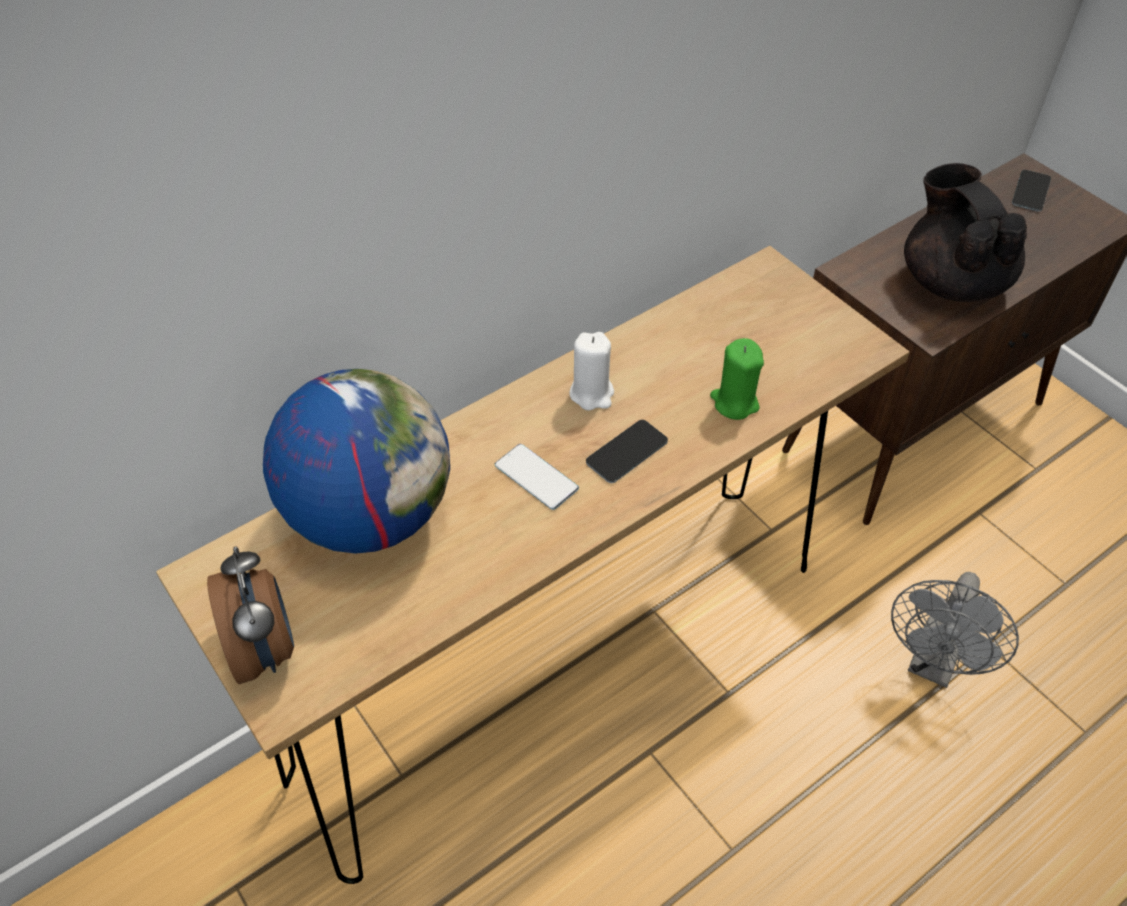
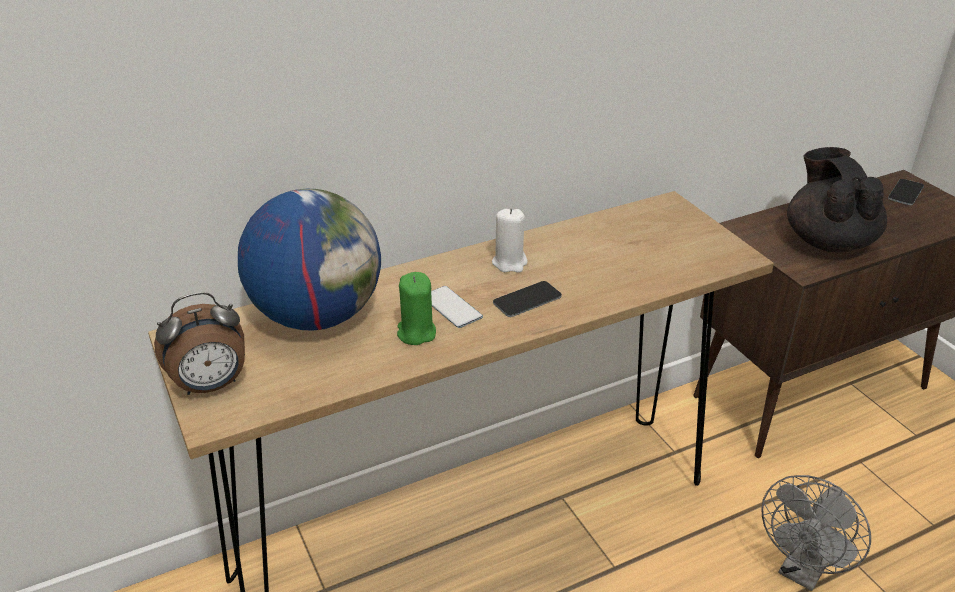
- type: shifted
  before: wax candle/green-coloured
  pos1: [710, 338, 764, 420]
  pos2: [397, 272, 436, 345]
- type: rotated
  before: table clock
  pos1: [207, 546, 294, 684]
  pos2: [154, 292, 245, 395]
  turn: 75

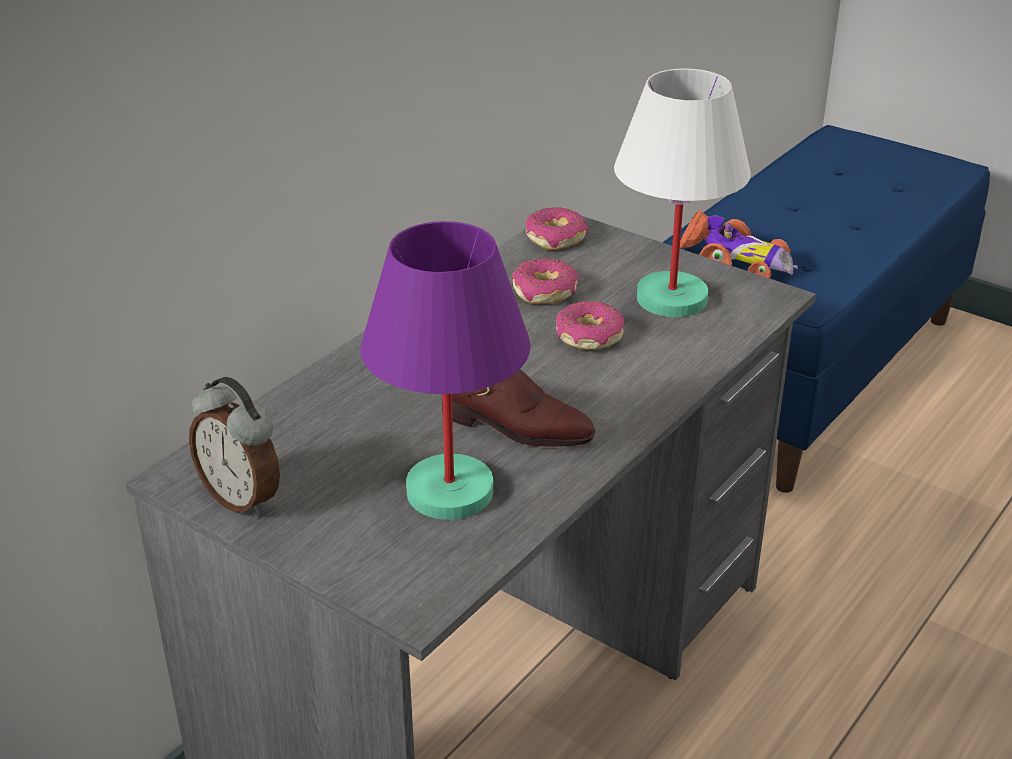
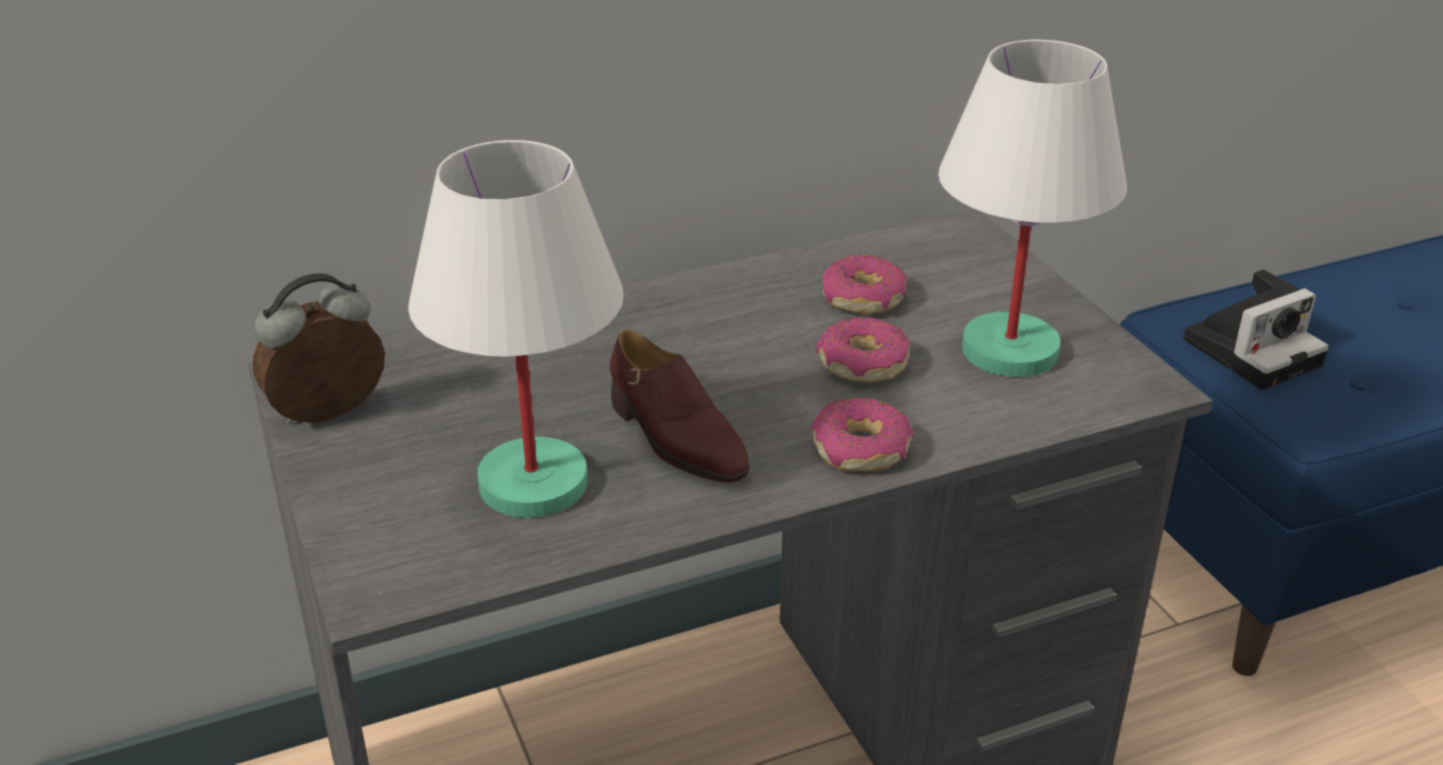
- type: shifted
  before: doughnut
  pos1: [526, 207, 588, 250]
  pos2: [811, 398, 914, 471]
- type: swapped
  before: toy car
  after: still camera
  pos1: [680, 209, 798, 278]
  pos2: [1183, 269, 1329, 390]
- type: repainted
  before: tabletop lamp/purple
  after: tabletop lamp/white-coloured
  pos1: [360, 221, 531, 520]
  pos2: [408, 140, 624, 518]
- type: rotated
  before: table clock
  pos1: [189, 377, 280, 517]
  pos2: [253, 273, 385, 424]
  turn: 75

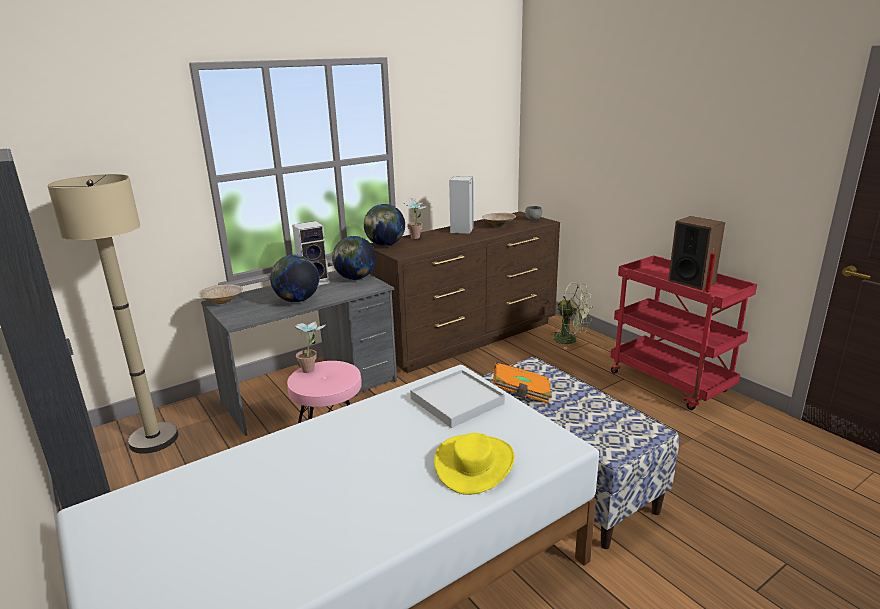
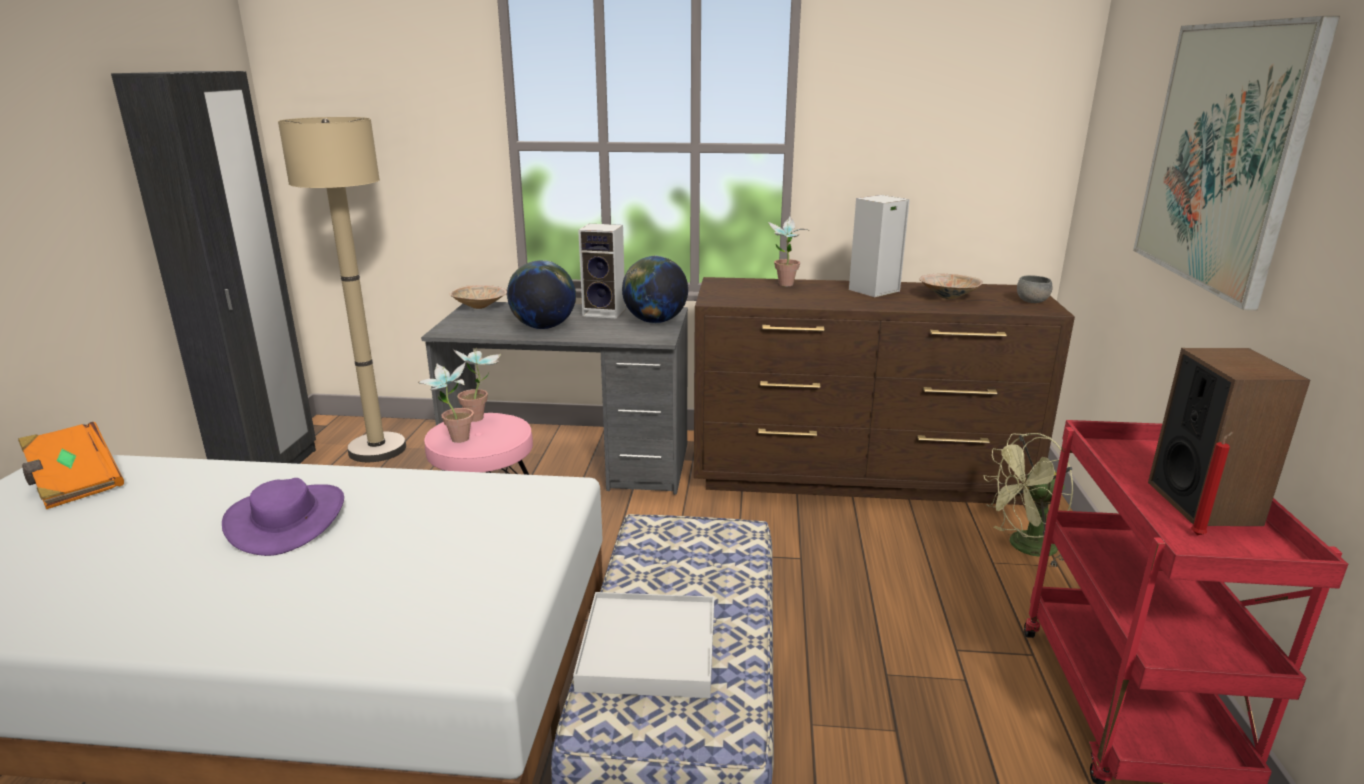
- type: gone
  before: world globe
  pos1: [364, 204, 405, 246]
- type: rotated
  before: fan/green-coloured
  pos1: [550, 282, 593, 349]
  pos2: [983, 433, 1073, 568]
  turn: 90
- type: shifted
  before: bound book/orange
  pos1: [493, 362, 552, 404]
  pos2: [18, 422, 124, 509]
- type: shifted
  before: carrying tray/white-coloured
  pos1: [410, 370, 505, 428]
  pos2: [573, 592, 714, 698]
- type: gone
  before: clothing hat/yellowish
  pos1: [434, 433, 515, 495]
- type: new
  after: picture
  pos2: [1133, 16, 1340, 310]
- type: new
  after: potted plant
  pos2: [418, 362, 474, 443]
- type: new
  after: clothing hat/purple
  pos2: [222, 478, 344, 556]

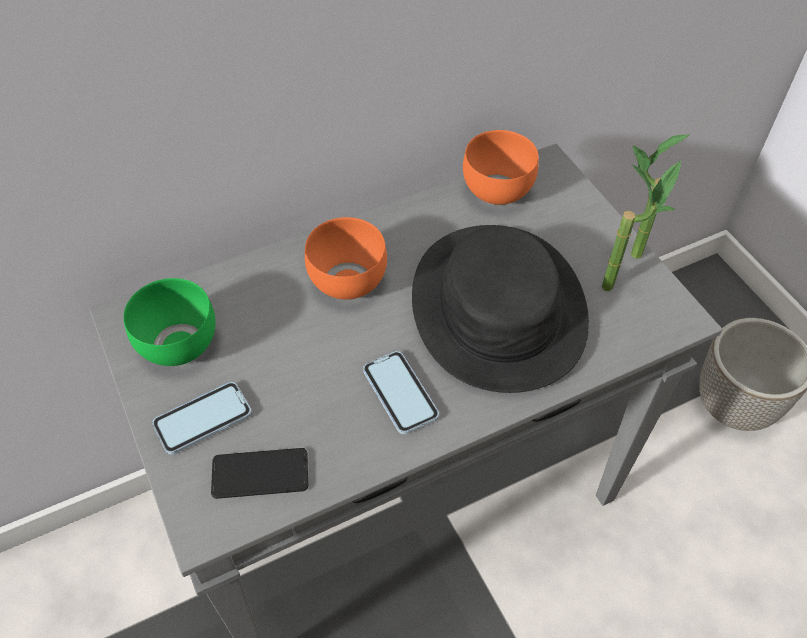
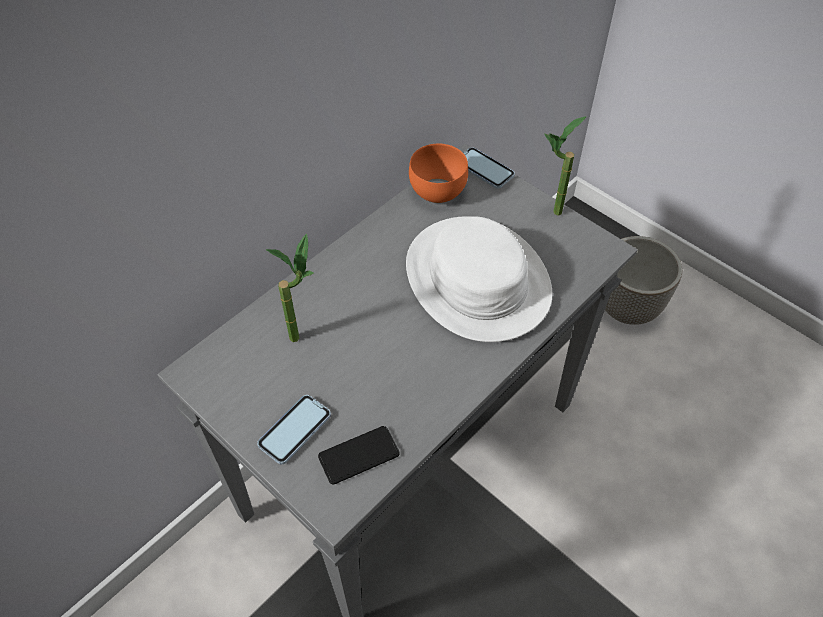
- type: shifted
  before: potted plant
  pos1: [601, 160, 681, 291]
  pos2: [266, 233, 314, 342]
- type: gone
  before: serving bowl/orange
  pos1: [305, 217, 387, 299]
- type: repainted
  before: clothing hat/black-coloured
  after: clothing hat/white-coloured
  pos1: [412, 225, 589, 393]
  pos2: [406, 216, 553, 342]
- type: gone
  before: serving bowl/green-coloured
  pos1: [123, 278, 216, 366]
- type: shifted
  before: handset
  pos1: [363, 351, 439, 434]
  pos2: [464, 147, 515, 189]

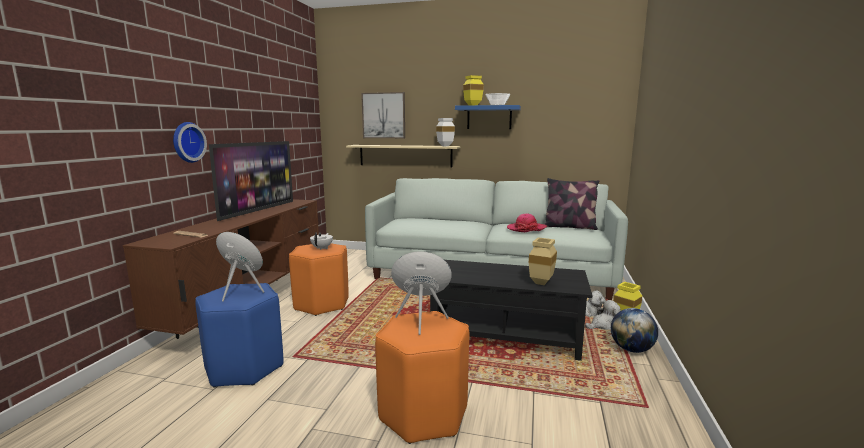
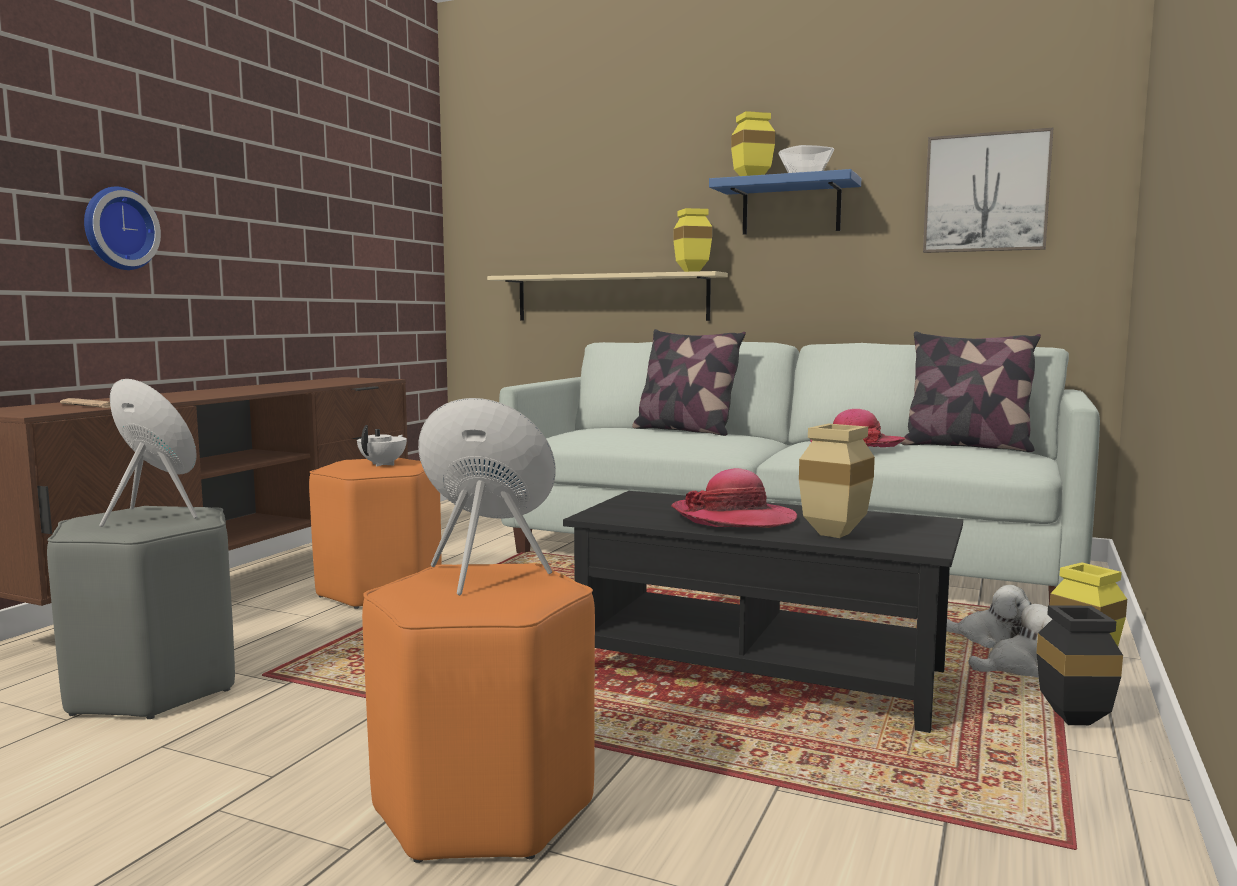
- type: shifted
  before: picture
  pos1: [361, 92, 405, 138]
  pos2: [923, 128, 1053, 253]
- type: repainted
  before: decorative vase/white-coloured
  after: decorative vase/yellowish
  pos1: [436, 118, 455, 146]
  pos2: [673, 208, 712, 272]
- type: gone
  before: television
  pos1: [209, 141, 293, 221]
- type: repainted
  before: sitting stool/bluish
  after: sitting stool/grey
  pos1: [195, 283, 283, 387]
  pos2: [47, 506, 235, 719]
- type: swapped
  before: world globe
  after: decorative vase/black-coloured
  pos1: [611, 308, 658, 353]
  pos2: [1037, 605, 1123, 725]
- type: new
  after: throw pillow
  pos2: [632, 329, 746, 436]
- type: new
  after: clothing hat
  pos2: [671, 468, 797, 528]

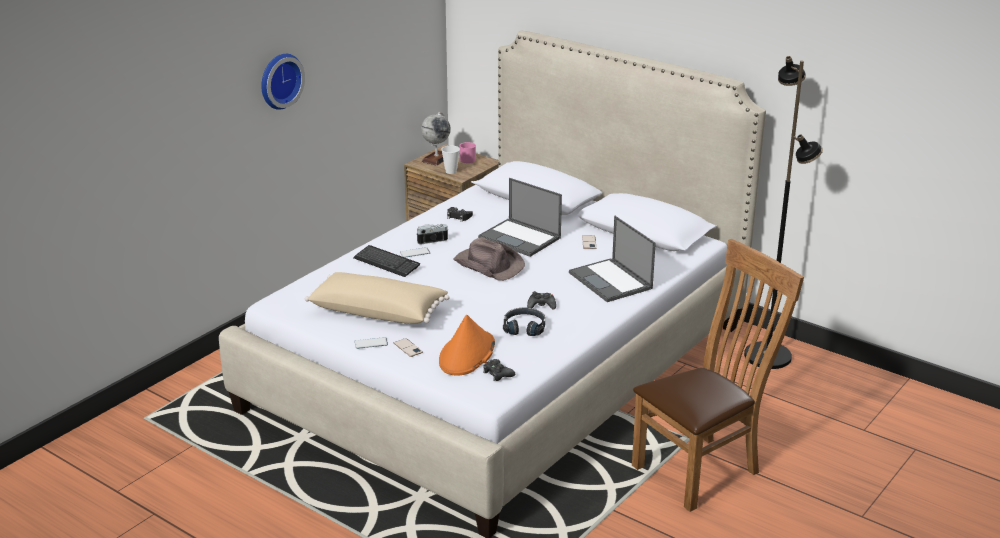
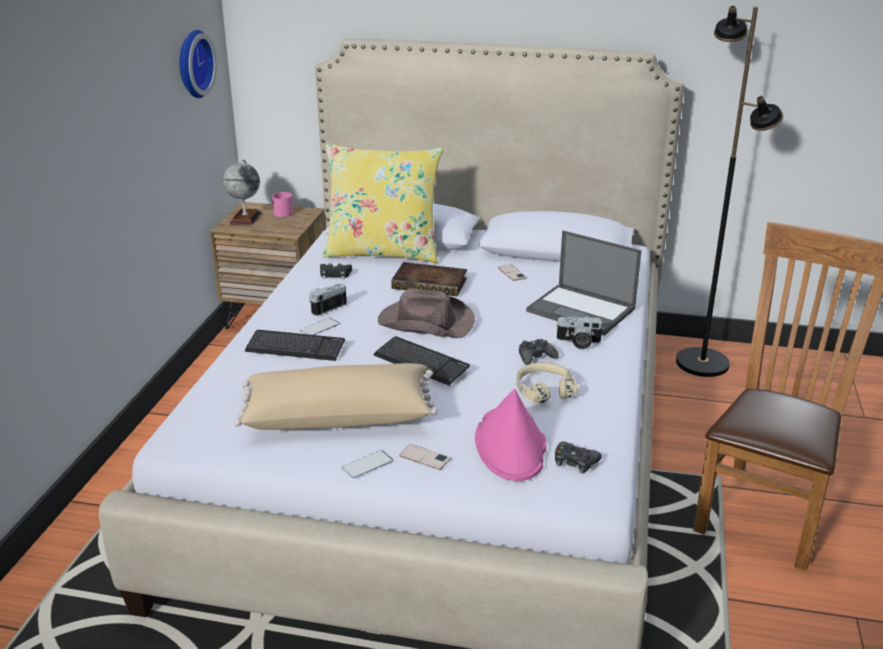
- type: shifted
  before: hanging clock
  pos1: [261, 54, 305, 110]
  pos2: [179, 30, 217, 98]
- type: gone
  before: cup
  pos1: [441, 145, 460, 174]
- type: swapped
  before: laptop
  after: bound book
  pos1: [478, 178, 562, 257]
  pos2: [391, 262, 467, 297]
- type: repainted
  before: headset/black-coloured
  after: headset/beige-coloured
  pos1: [503, 308, 545, 336]
  pos2: [516, 363, 579, 403]
- type: repainted
  before: clothing hat/orange
  after: clothing hat/pink-coloured
  pos1: [439, 315, 495, 376]
  pos2: [475, 389, 547, 481]
- type: new
  after: throw pillow/yellowish
  pos2: [322, 143, 443, 263]
- type: new
  after: still camera
  pos2: [556, 316, 604, 349]
- type: new
  after: PC keyboard
  pos2: [373, 336, 470, 385]

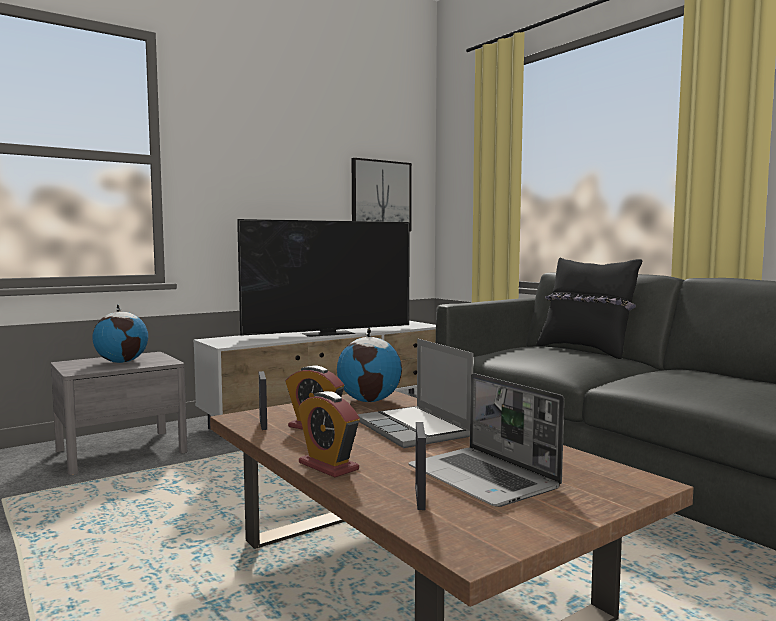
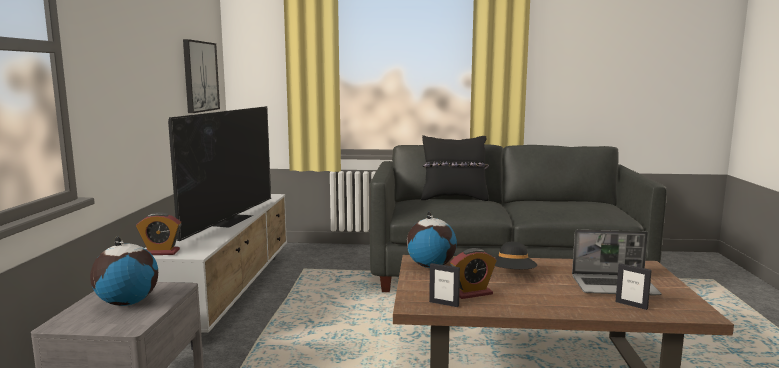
- type: swapped
  before: laptop
  after: clothing hat/black-coloured
  pos1: [358, 339, 473, 448]
  pos2: [495, 242, 537, 269]
- type: shifted
  before: table clock
  pos1: [298, 391, 360, 477]
  pos2: [136, 212, 182, 255]

